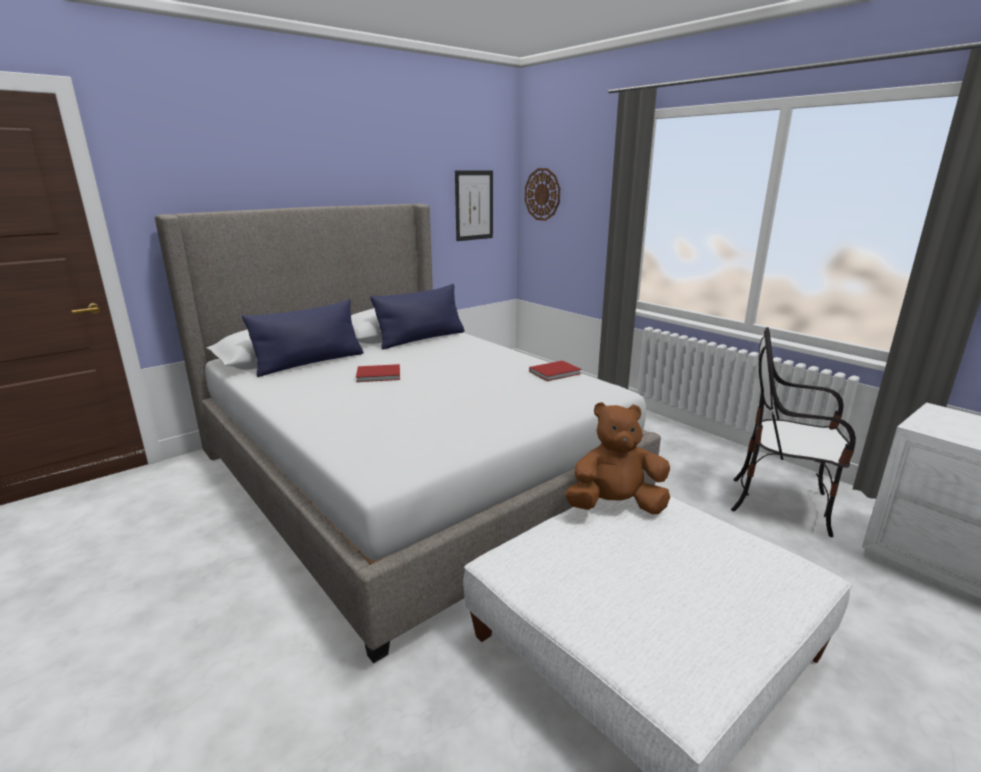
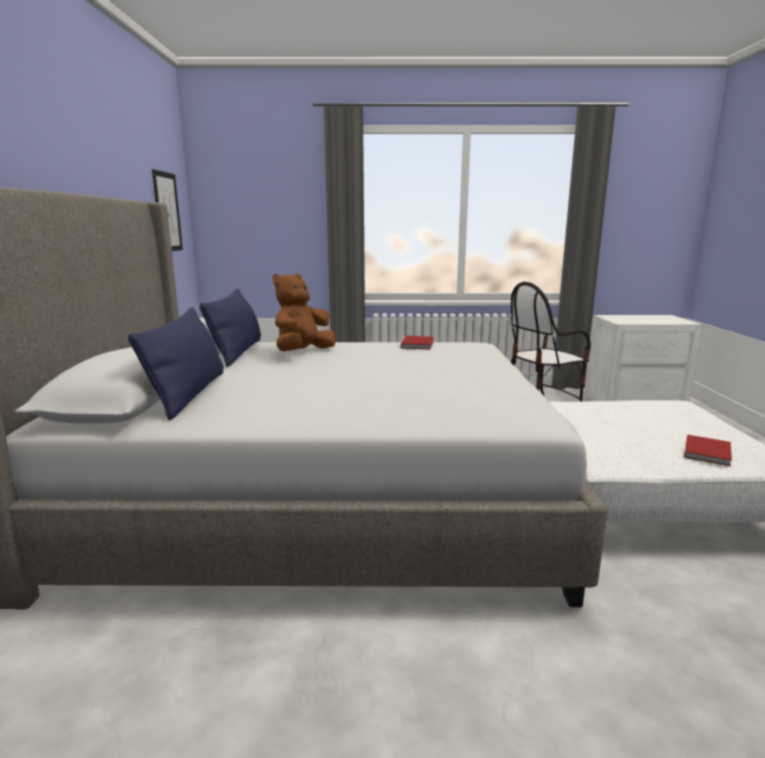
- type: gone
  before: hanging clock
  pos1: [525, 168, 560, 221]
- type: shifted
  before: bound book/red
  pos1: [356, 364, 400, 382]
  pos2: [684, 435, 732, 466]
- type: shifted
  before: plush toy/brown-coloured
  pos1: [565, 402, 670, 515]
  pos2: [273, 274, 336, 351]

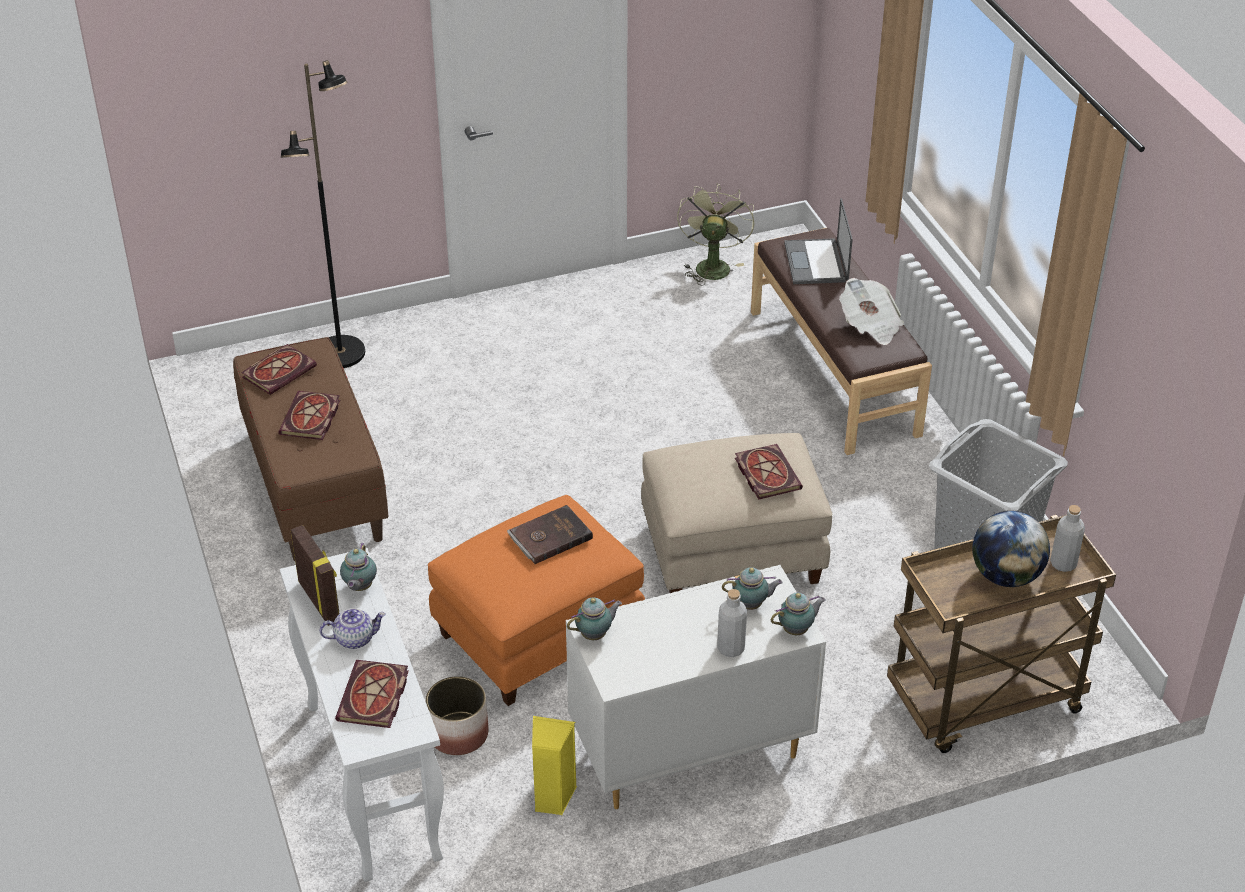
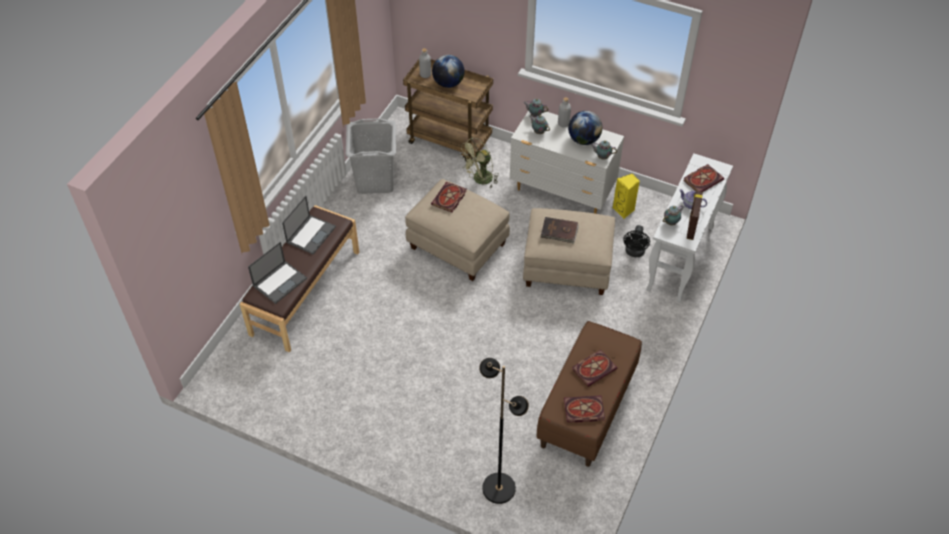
- type: shifted
  before: fan/green-coloured
  pos1: [677, 183, 755, 286]
  pos2: [459, 137, 499, 188]
- type: swapped
  before: daily paper
  after: laptop
  pos1: [839, 278, 904, 345]
  pos2: [282, 196, 336, 254]
- type: repainted
  before: pouffe/orange
  after: pouffe/beige-coloured
  pos1: [428, 495, 645, 706]
  pos2: [523, 208, 615, 295]
- type: swapped
  before: flower pot
  after: fan/black-coloured
  pos1: [425, 676, 488, 755]
  pos2: [623, 225, 650, 257]
- type: new
  after: world globe
  pos2: [568, 111, 602, 145]

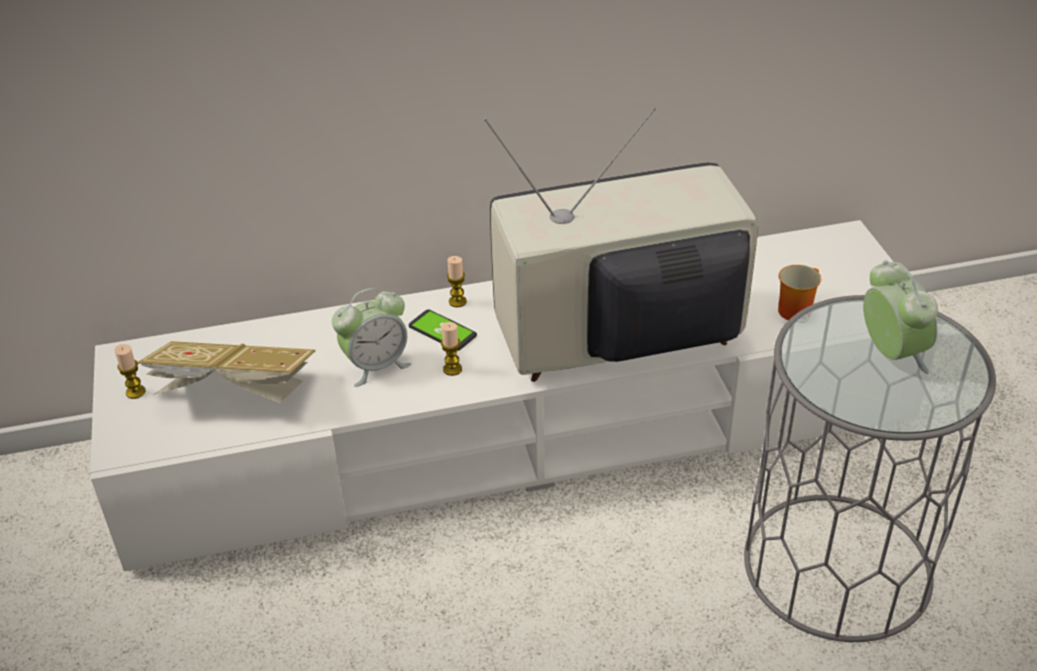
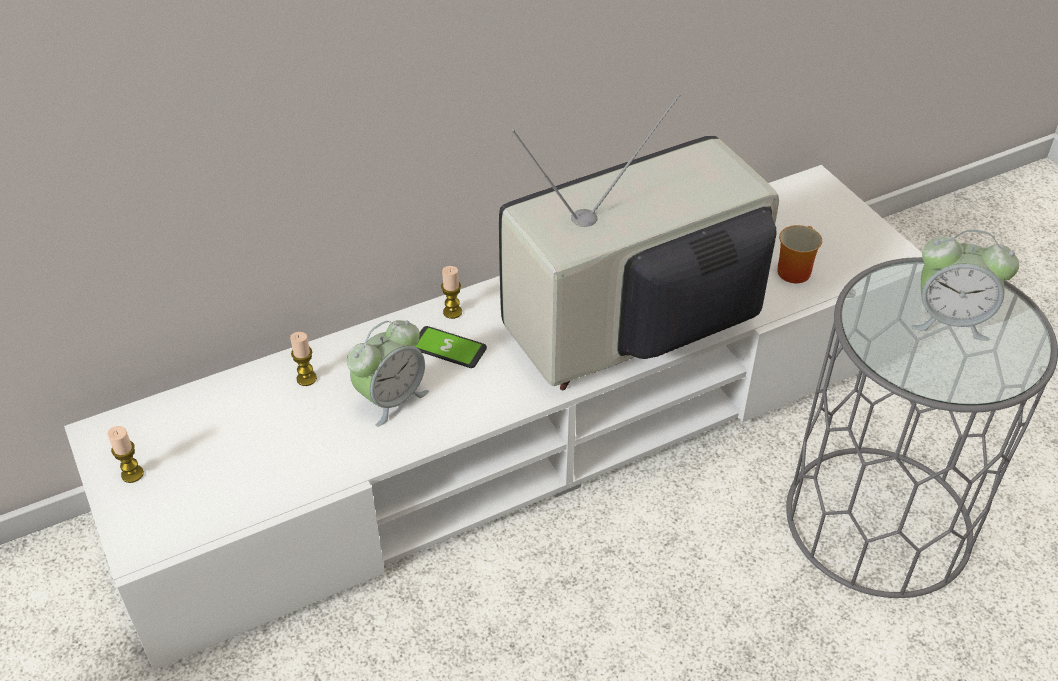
- type: rotated
  before: table clock
  pos1: [863, 260, 938, 374]
  pos2: [911, 230, 1019, 341]
  turn: 135
- type: shifted
  before: wax candle
  pos1: [441, 322, 462, 376]
  pos2: [290, 332, 317, 386]
- type: gone
  before: bound book
  pos1: [137, 341, 316, 403]

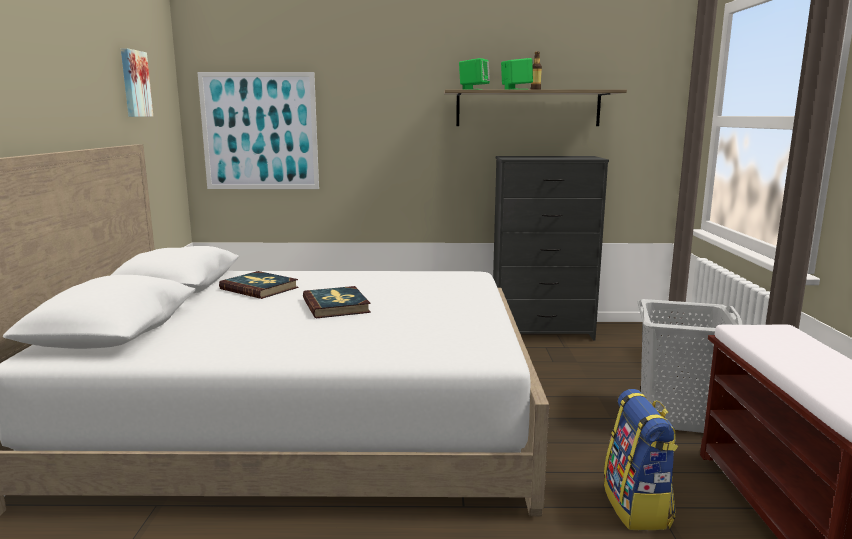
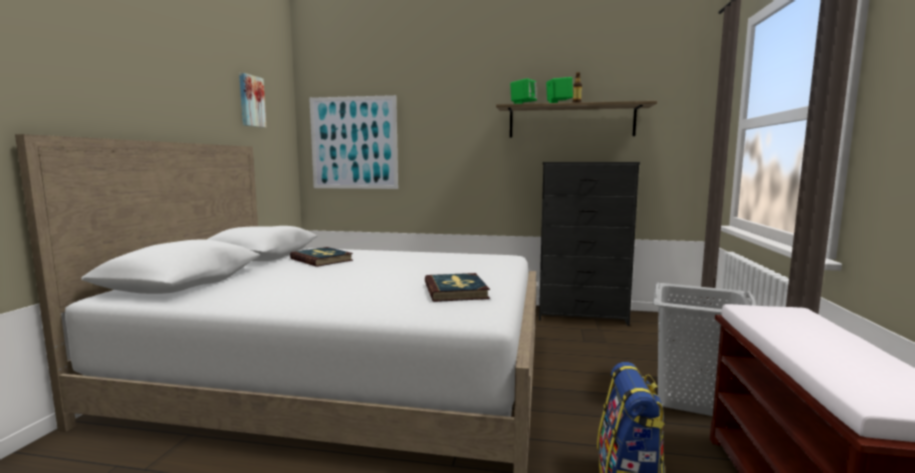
- type: shifted
  before: bound book
  pos1: [303, 286, 371, 319]
  pos2: [425, 273, 490, 302]

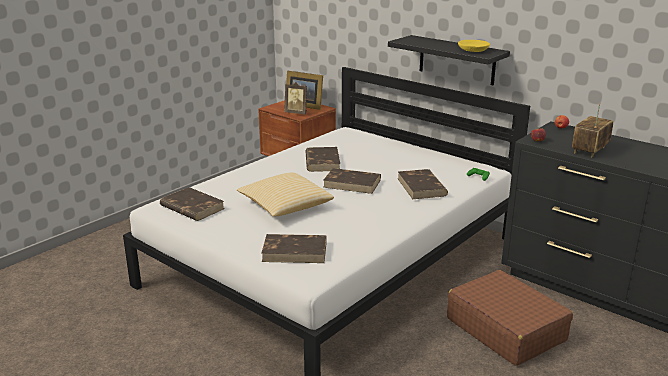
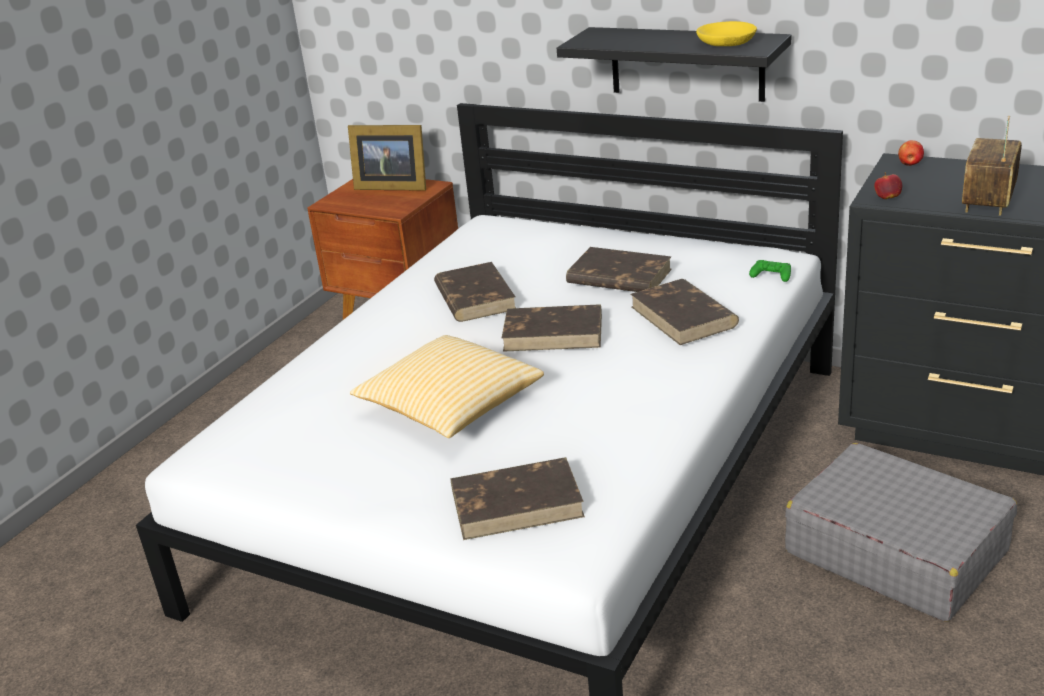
- type: gone
  before: photo frame
  pos1: [285, 82, 307, 115]
- type: shifted
  before: bound book/brown-coloured
  pos1: [160, 187, 224, 221]
  pos2: [566, 247, 672, 292]
- type: repainted
  before: piece of luggage/brown-coloured
  after: piece of luggage/grey
  pos1: [447, 270, 573, 366]
  pos2: [785, 443, 1017, 621]

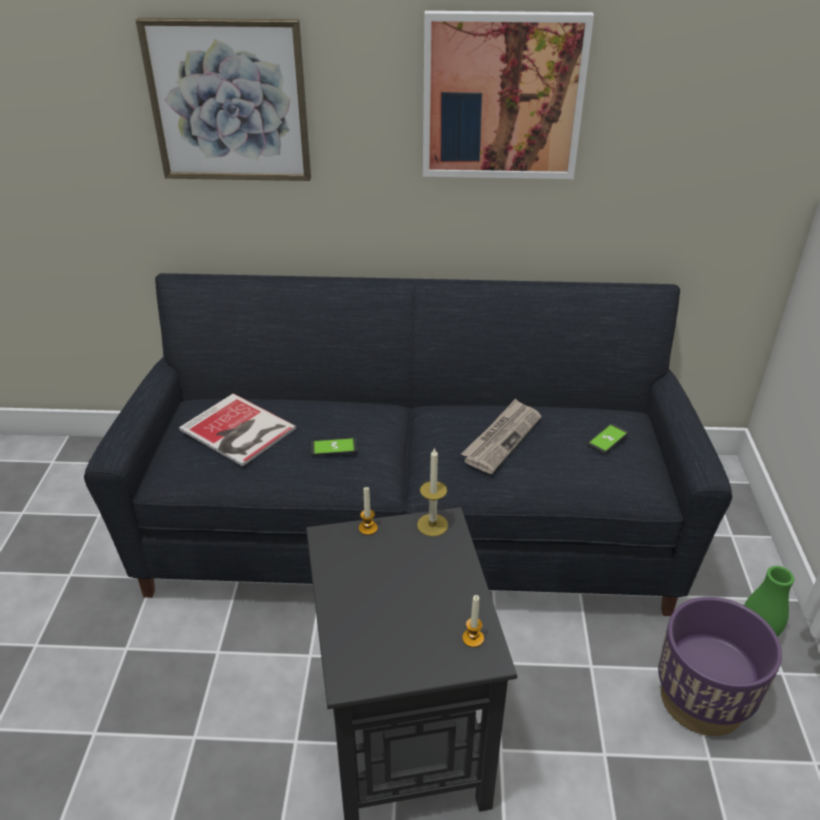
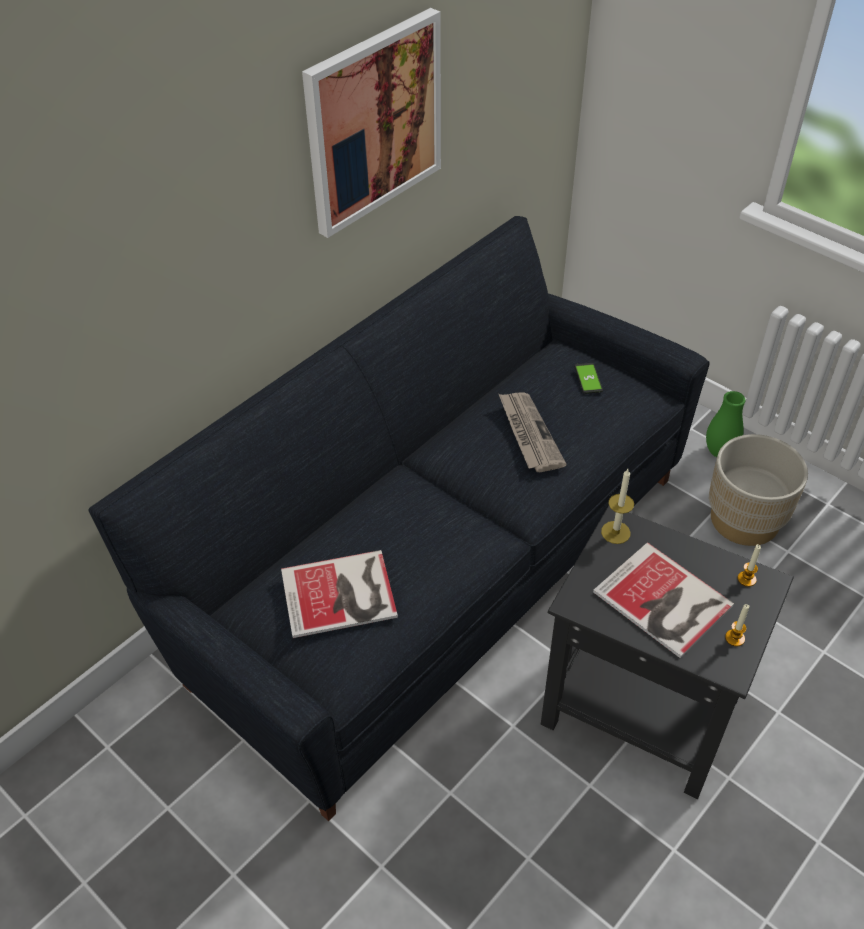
- type: gone
  before: picture
  pos1: [136, 18, 311, 181]
- type: gone
  before: handset
  pos1: [310, 438, 357, 456]
- type: shifted
  before: wax candle
  pos1: [359, 487, 378, 535]
  pos2: [725, 604, 749, 646]
- type: repainted
  before: flower pot/purple
  after: flower pot/beige-coloured
  pos1: [658, 597, 782, 736]
  pos2: [709, 434, 808, 546]
- type: new
  after: bound book
  pos2: [593, 542, 734, 658]

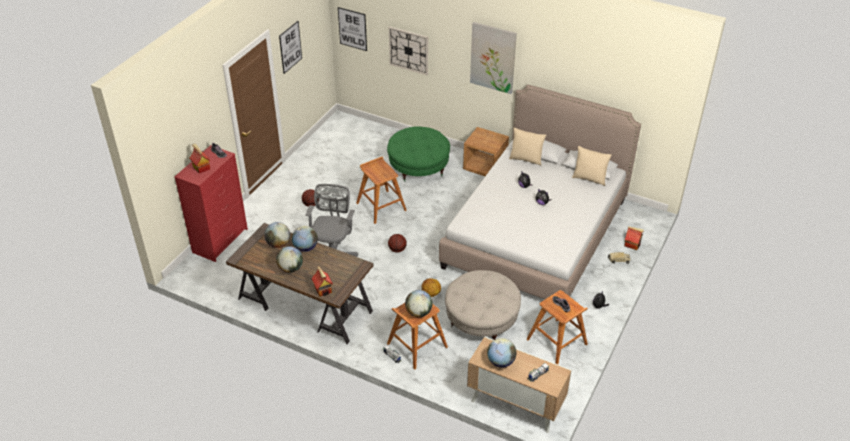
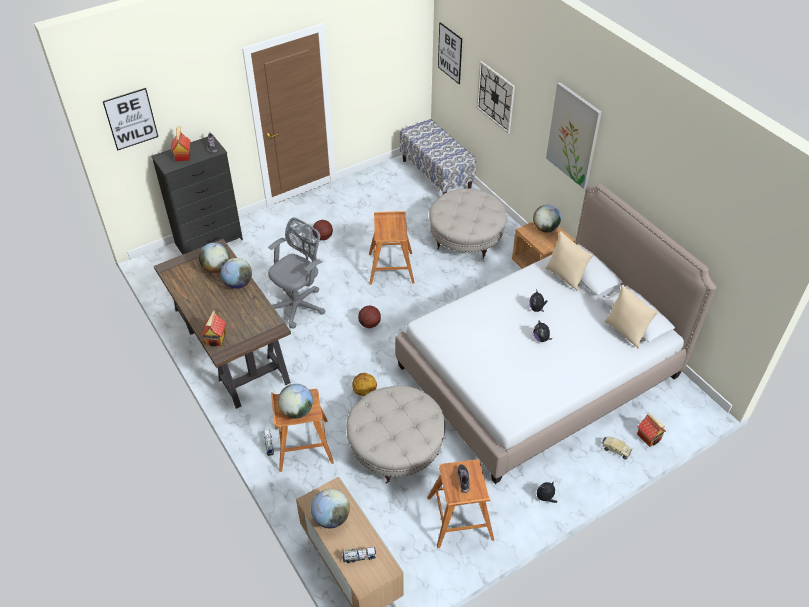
- type: shifted
  before: picture
  pos1: [279, 21, 302, 74]
  pos2: [103, 88, 158, 151]
- type: repainted
  before: pouffe/green-coloured
  after: pouffe/beige-coloured
  pos1: [387, 127, 450, 182]
  pos2: [429, 189, 507, 259]
- type: repainted
  before: dresser/red
  after: dresser/black-coloured
  pos1: [174, 145, 248, 262]
  pos2: [151, 136, 243, 255]
- type: shifted
  before: world globe
  pos1: [276, 246, 303, 273]
  pos2: [533, 205, 561, 232]
- type: new
  after: long seat
  pos2: [400, 119, 476, 194]

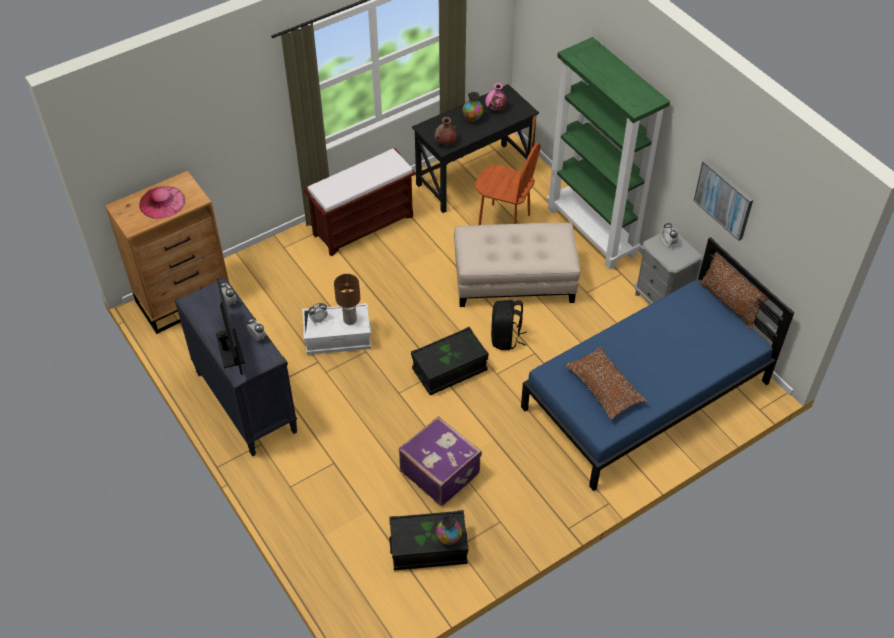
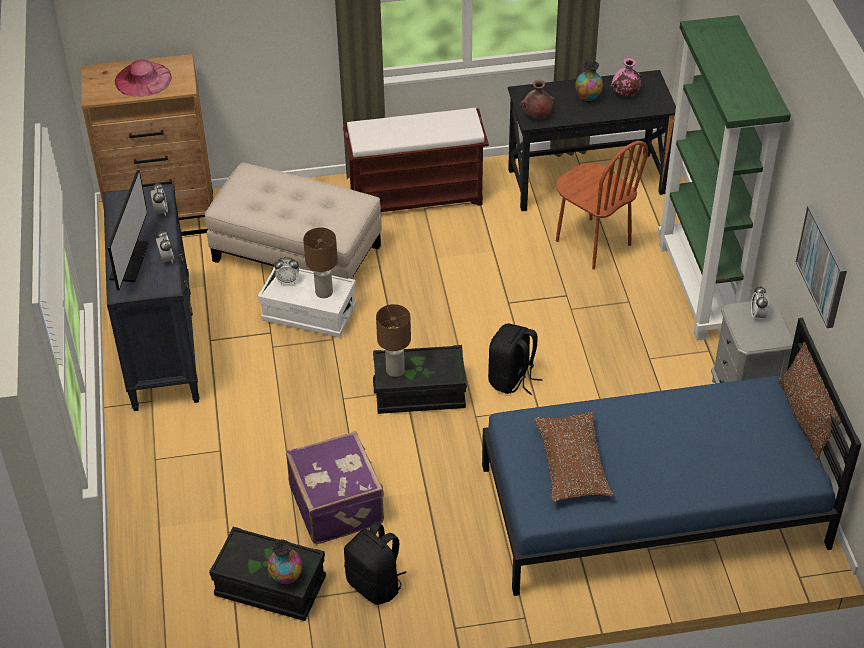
- type: shifted
  before: pouffe/beige-coloured
  pos1: [454, 223, 580, 307]
  pos2: [205, 163, 382, 279]
- type: new
  after: tabletop lamp/brown-coloured
  pos2: [376, 304, 411, 377]
- type: new
  after: knapsack/black-coloured
  pos2: [344, 521, 407, 605]

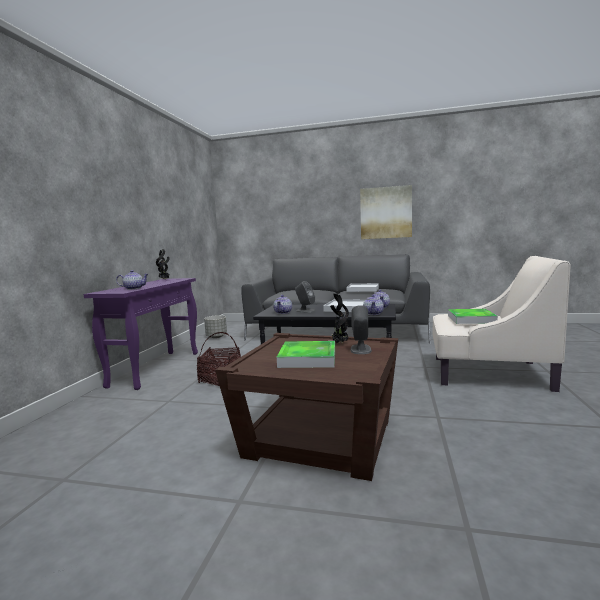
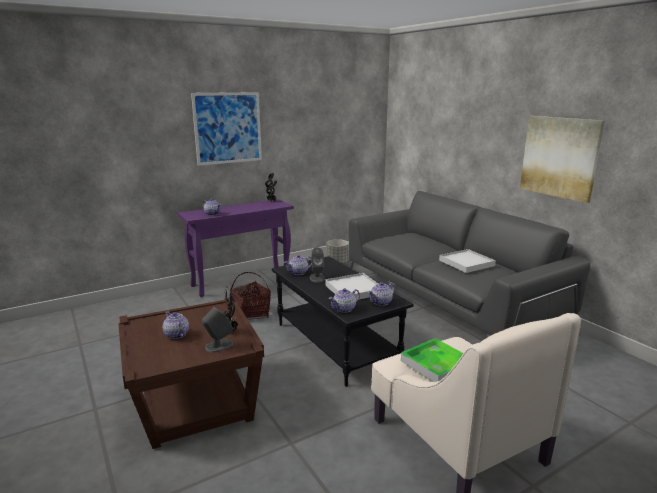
- type: swapped
  before: carrying tray
  after: tea pot
  pos1: [277, 341, 335, 368]
  pos2: [163, 311, 189, 339]
- type: new
  after: picture
  pos2: [191, 92, 262, 166]

